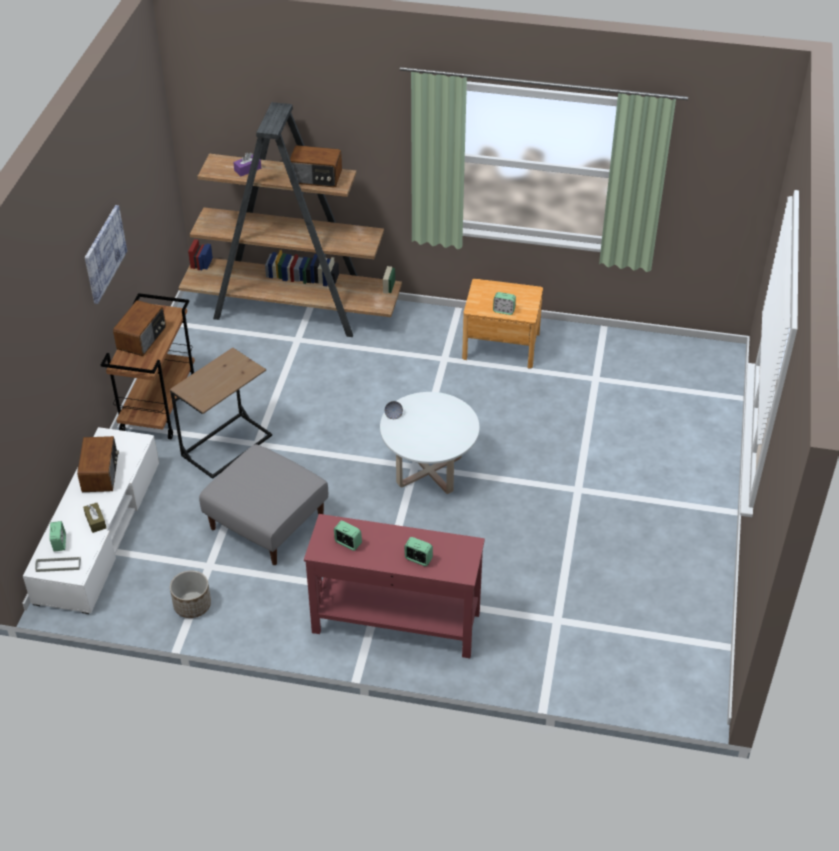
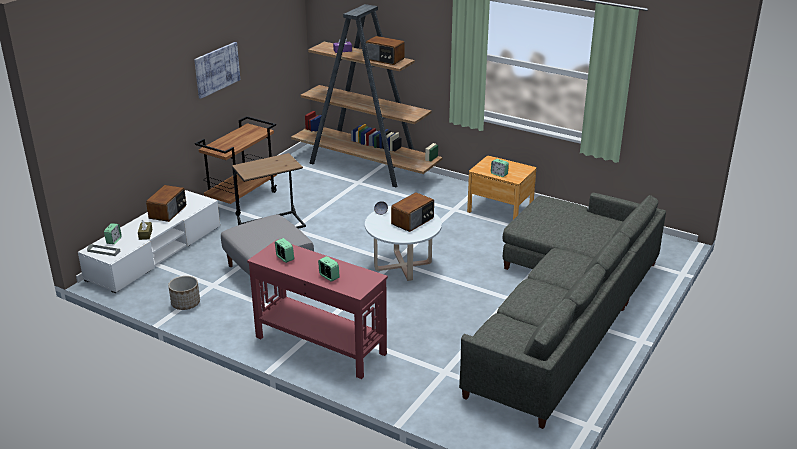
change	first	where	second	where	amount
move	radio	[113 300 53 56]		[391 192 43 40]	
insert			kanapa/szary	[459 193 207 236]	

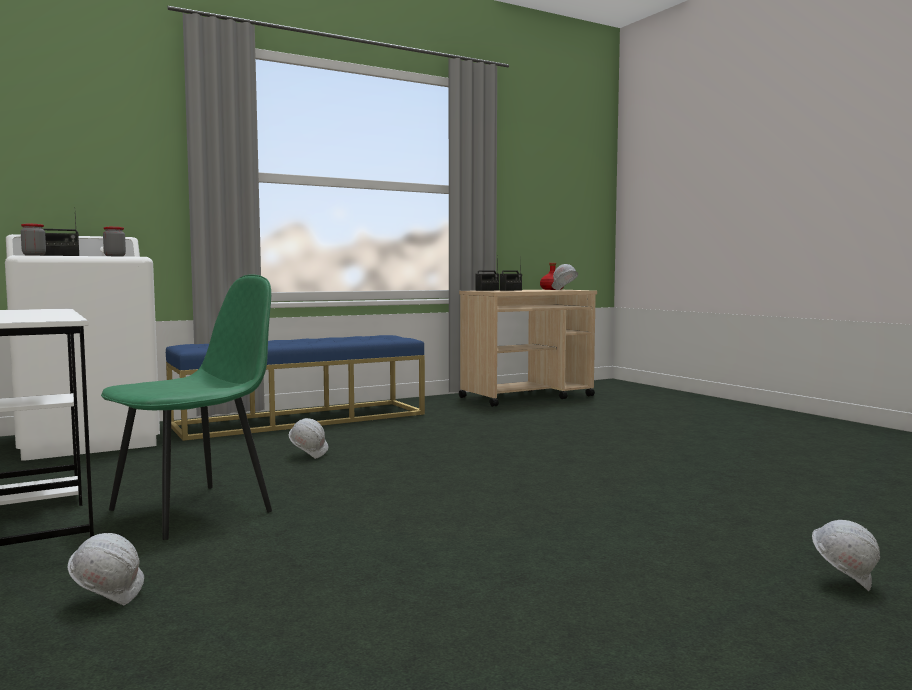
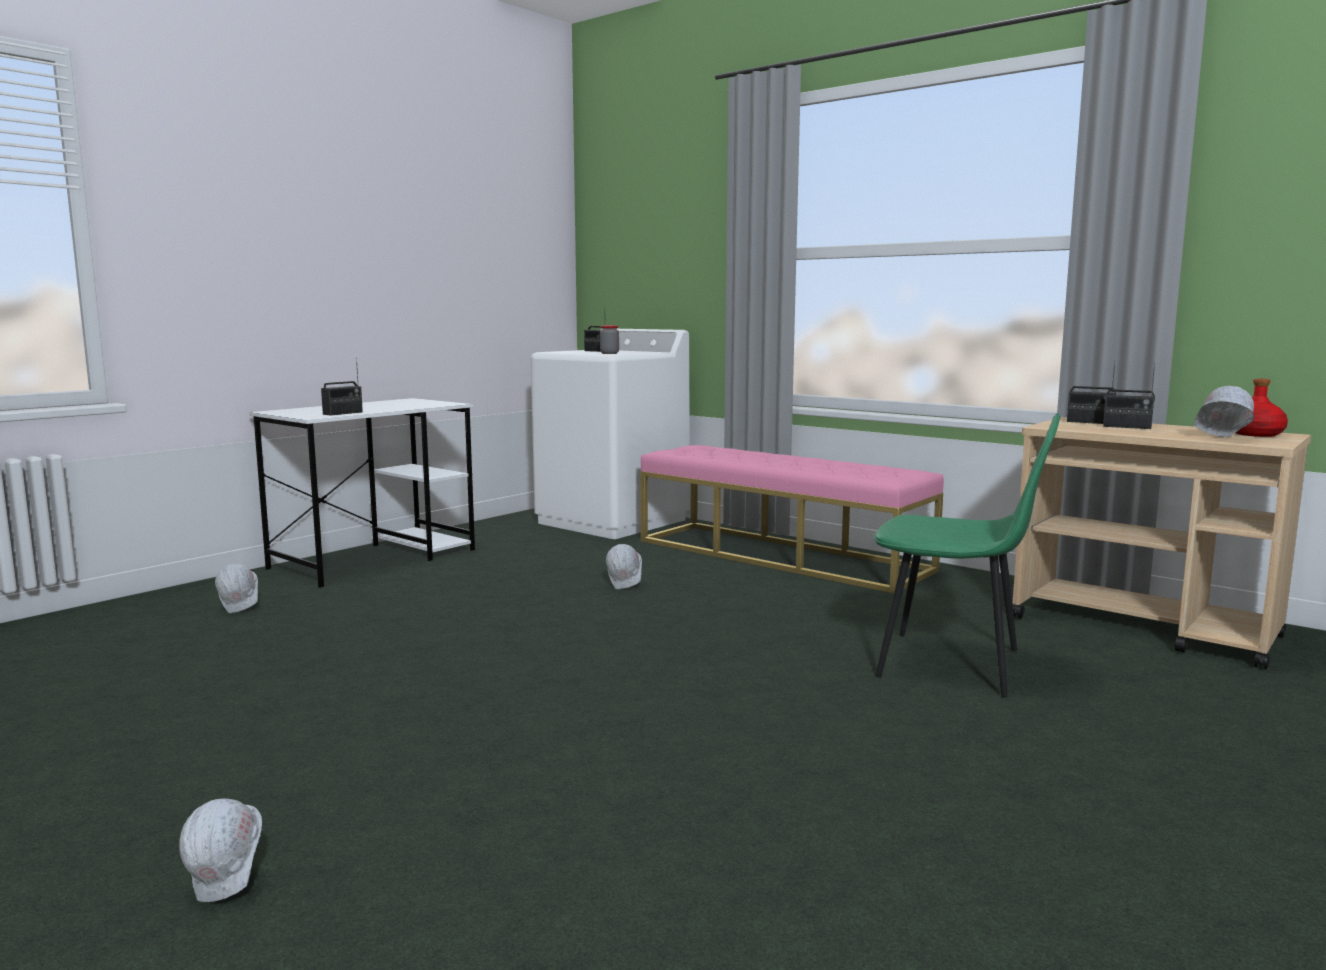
change	first	where	second	where	amount
insert			radio	[321 357 42 59]	
recolor	ławka/niebieski	[166 335 259 106]	ławka/różowy	[640 445 304 148]	
move	krzesło/zielony	[101 275 171 265]		[874 413 186 284]	
delete	słoik	[21 224 25 32]			

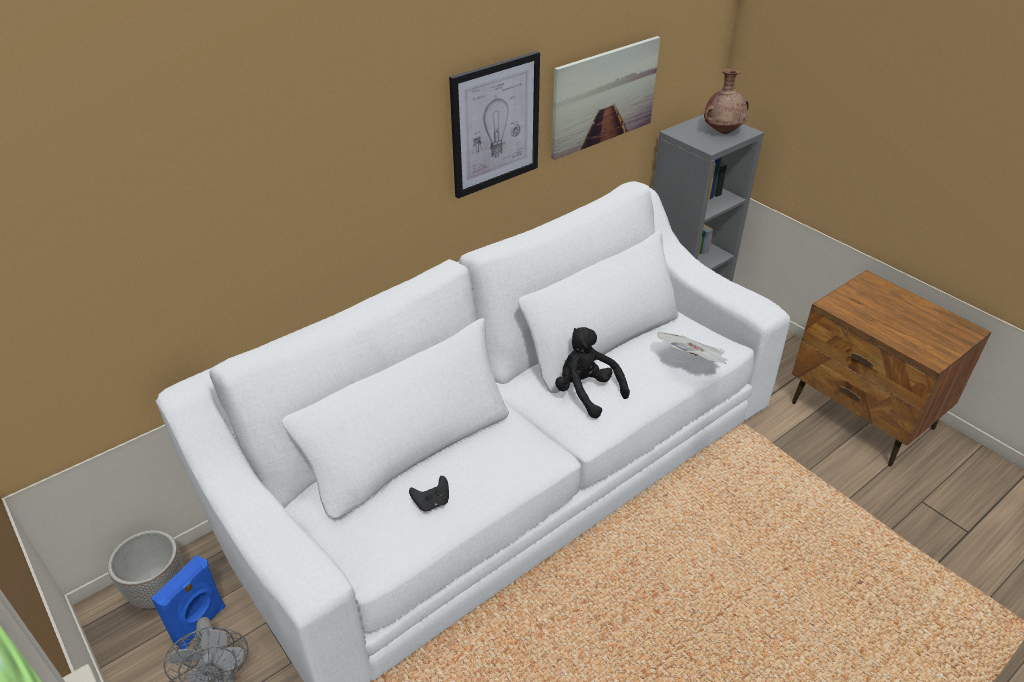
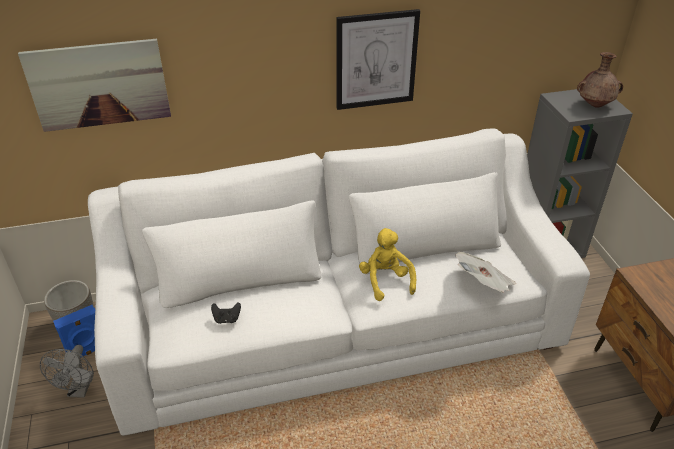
change	first	where	second	where	amount
move	obraz	[551 36 109 124]		[18 38 153 94]	
recolor	pluszak/czarny	[555 327 75 92]	pluszak/żółty	[359 228 57 73]	

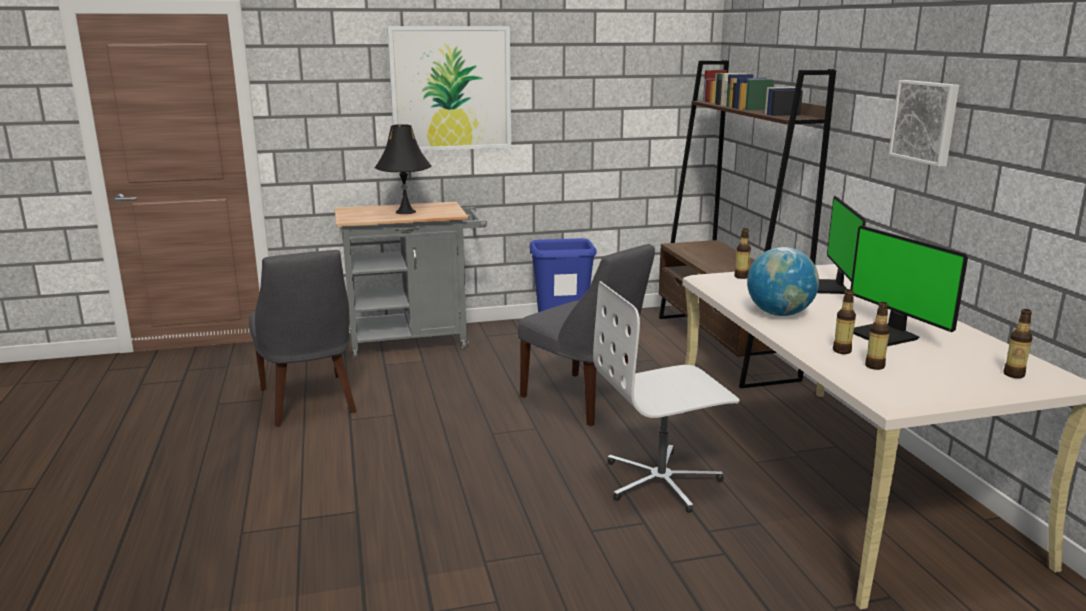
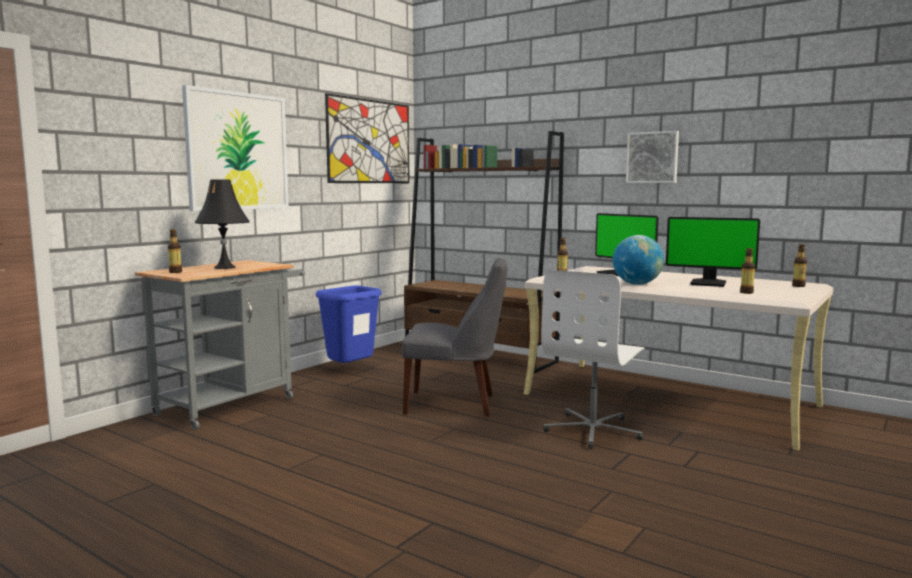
change	first	where	second	where	amount
move	butelka	[833 289 23 65]		[168 229 14 44]	
insert			obraz	[325 93 84 90]	
delete	krzesło/szary	[249 250 108 177]			

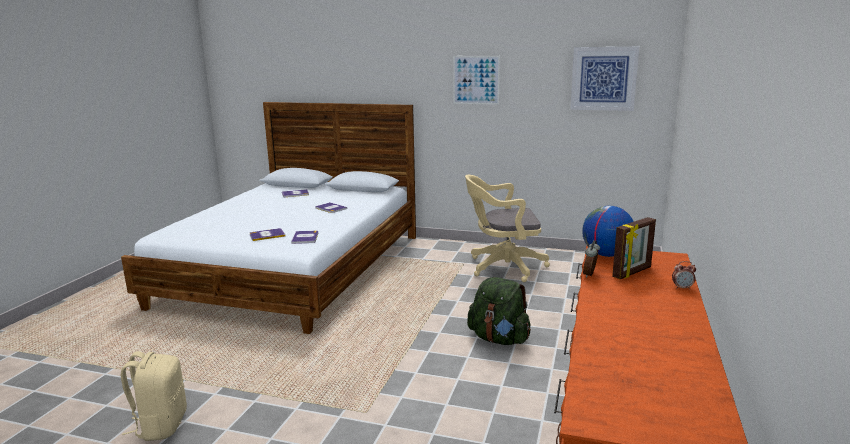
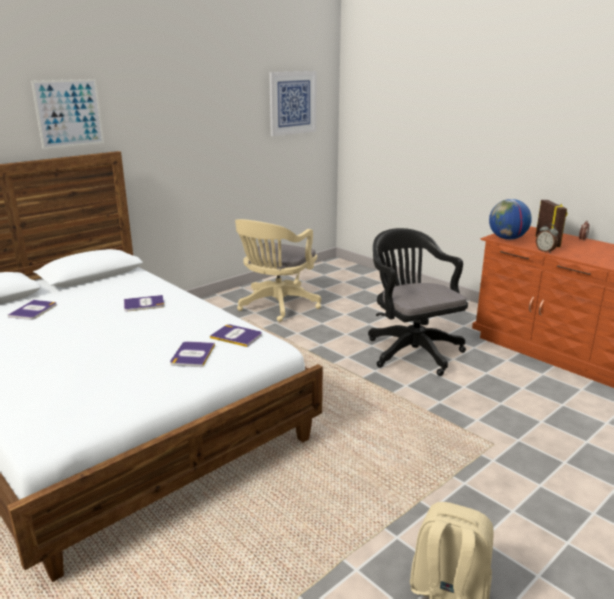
change	first	where	second	where	amount
move	obraz	[453 56 47 49]		[31 79 73 70]	
replace	plecak/zielony	[467 277 64 68]	krzesło biurowe/czarny	[368 228 100 148]	

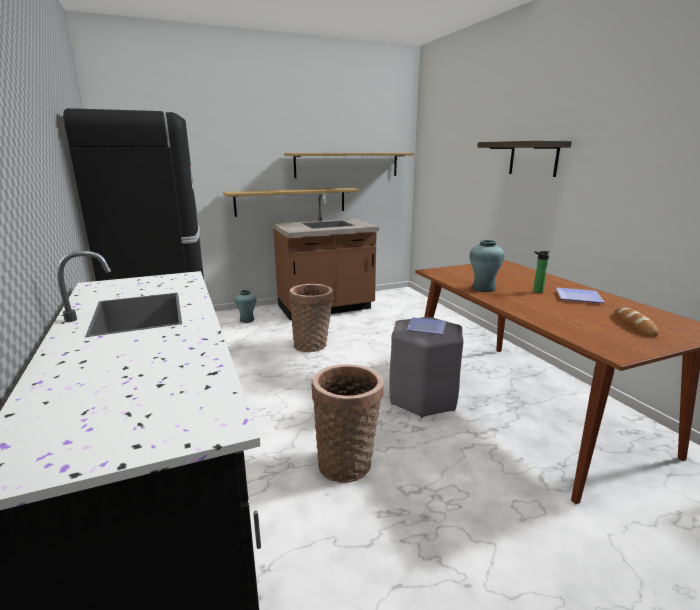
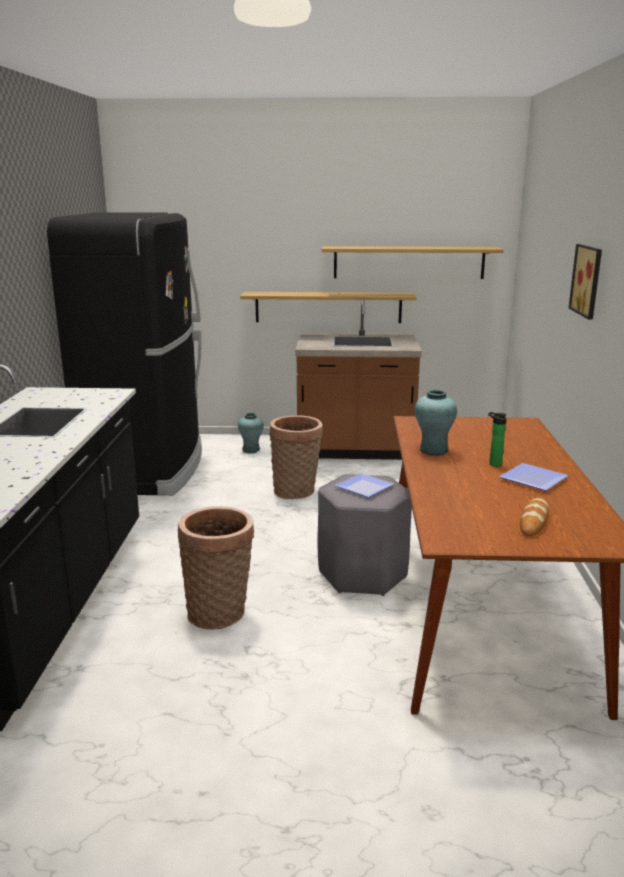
change	first	where	second	where	amount
replace	półka	[477 141 95 36]	obraz	[569 244 33 76]	

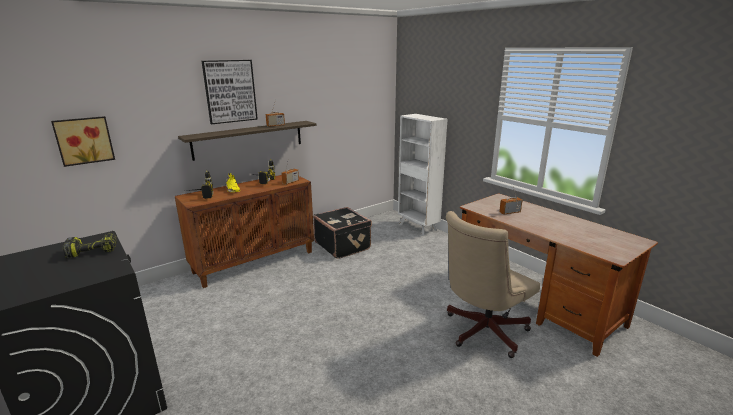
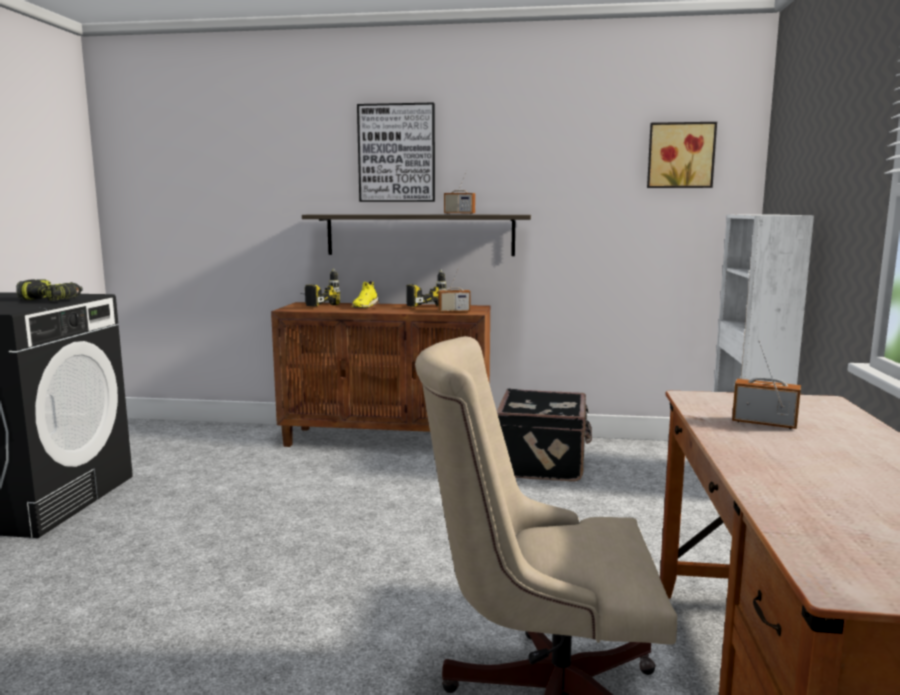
change	first	where	second	where	amount
move	obraz	[51 116 64 51]		[647 122 70 66]	

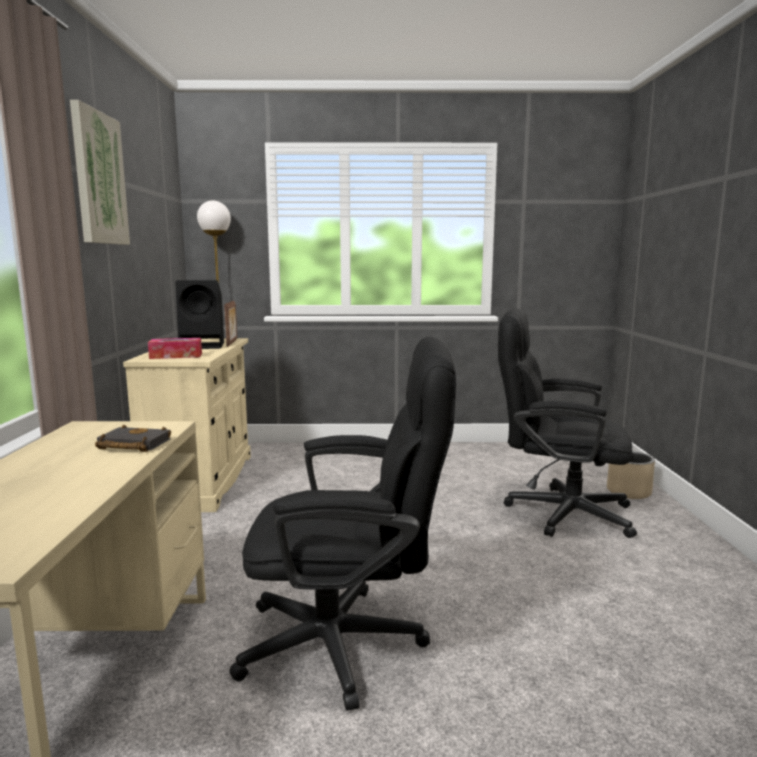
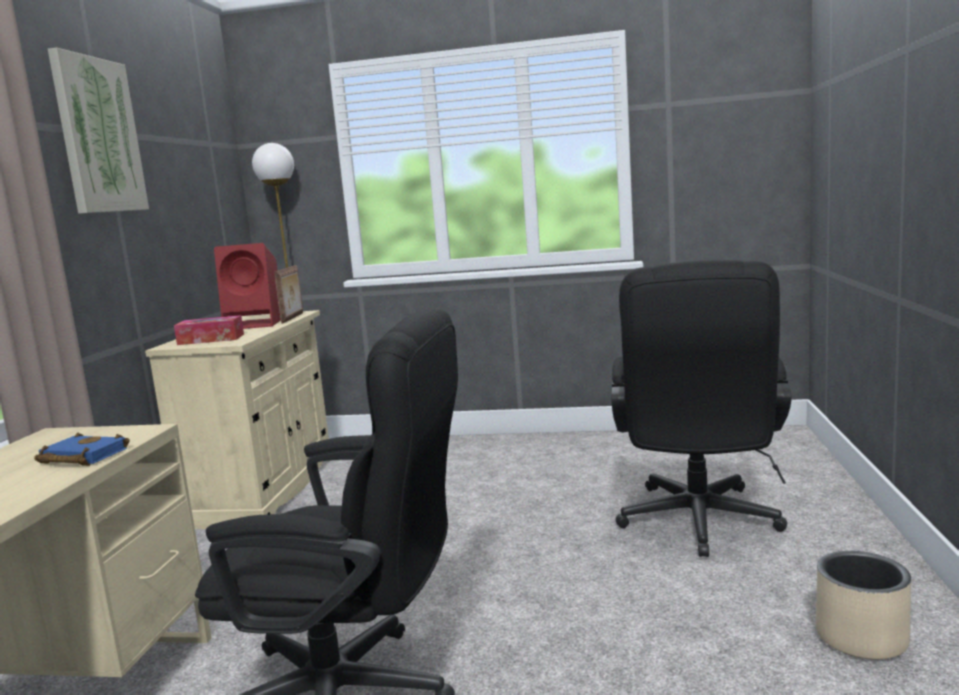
change	first	where	second	where	amount
recolor	książka/czarny	[95 425 76 27]	książka/niebieski	[34 433 96 33]	
recolor	głośnik/czarny	[175 280 49 69]	głośnik/czerwony	[214 243 67 86]	
rotate	krzesło biurowe/czarny	[498 308 139 230]		[611 260 181 297]	105 degrees counterclockwise
move	donica/beżowy	[607 451 48 48]		[816 551 95 109]	

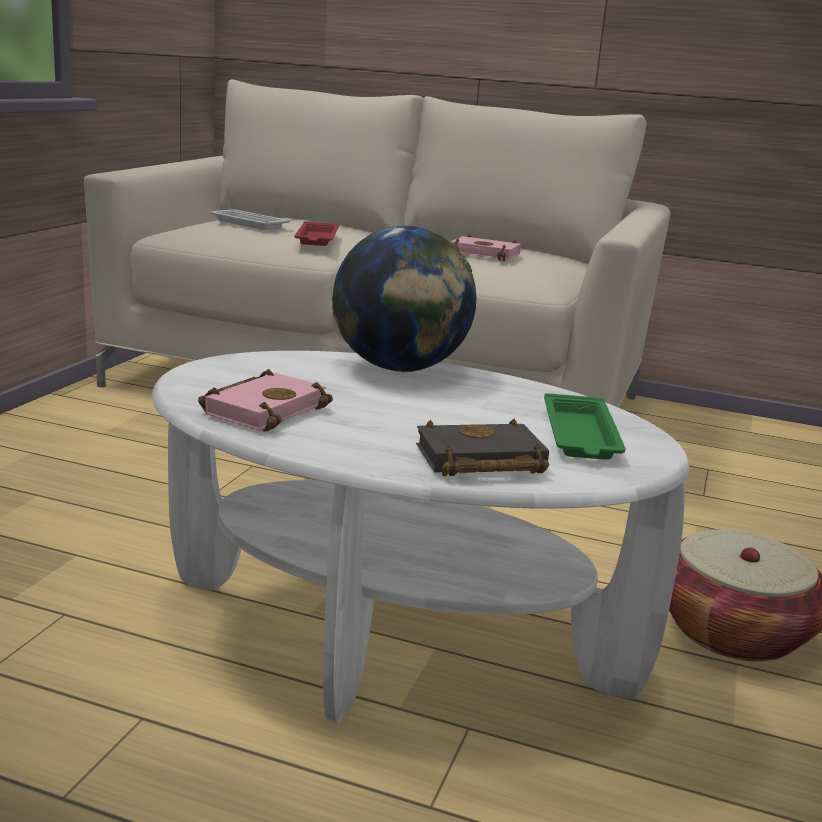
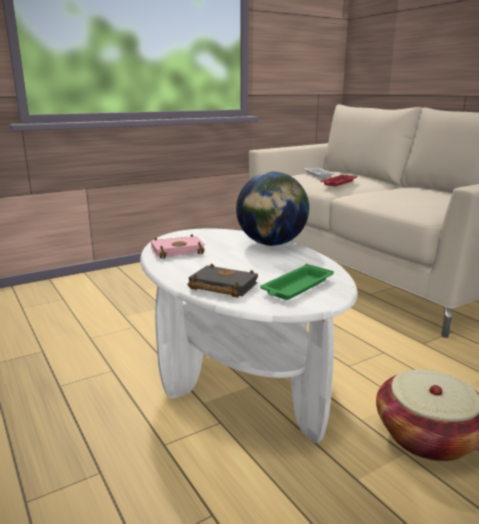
change	first	where	second	where	amount
delete	książka/różowy	[450 233 71 28]			

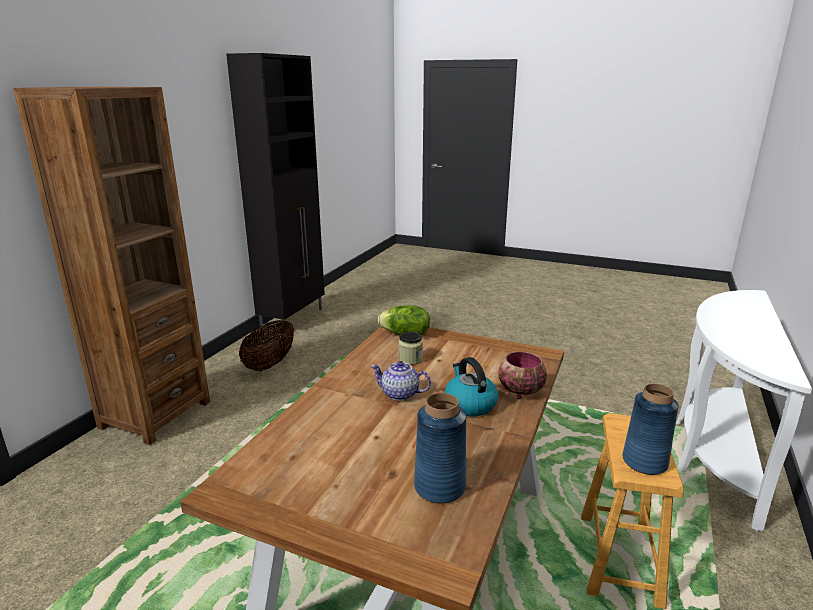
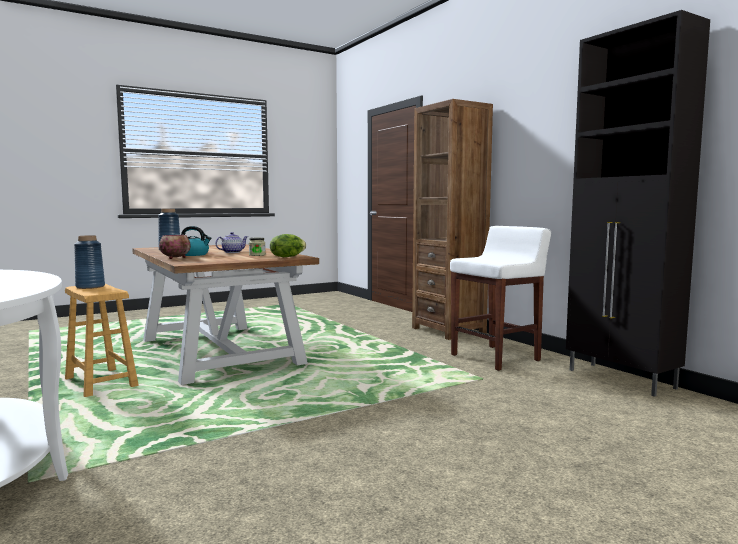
change	first	where	second	where	amount
replace	koszyk	[239 320 55 51]	stołek/biały	[450 226 101 145]	

